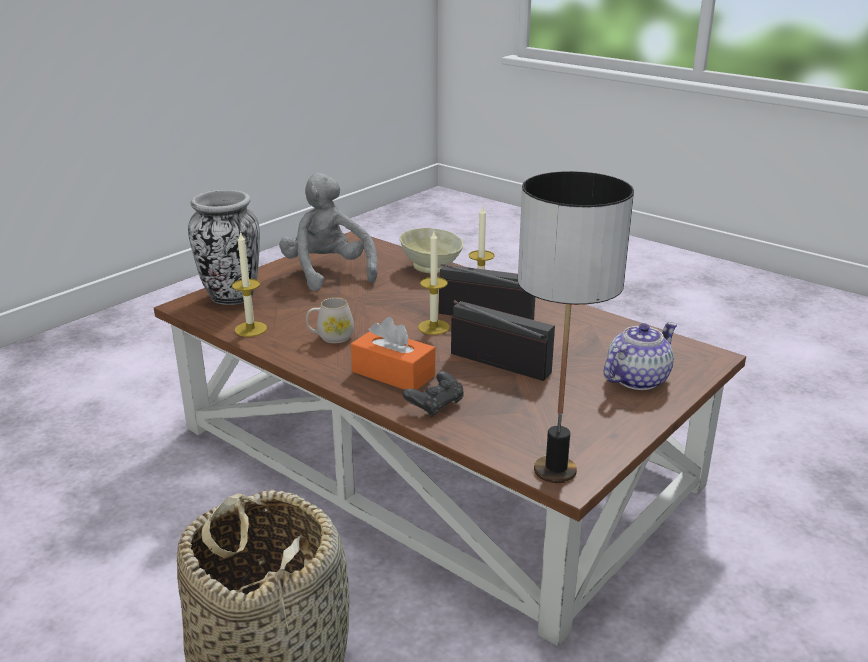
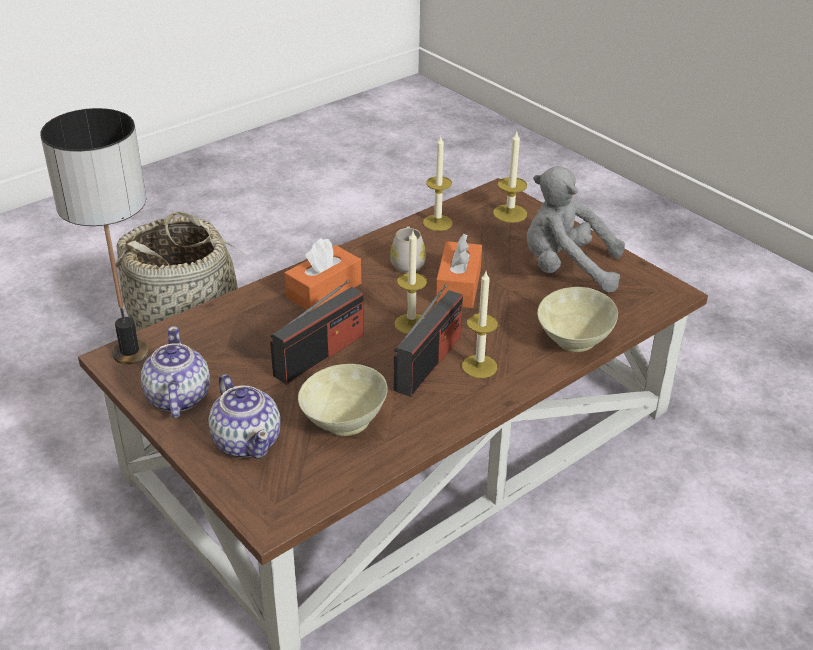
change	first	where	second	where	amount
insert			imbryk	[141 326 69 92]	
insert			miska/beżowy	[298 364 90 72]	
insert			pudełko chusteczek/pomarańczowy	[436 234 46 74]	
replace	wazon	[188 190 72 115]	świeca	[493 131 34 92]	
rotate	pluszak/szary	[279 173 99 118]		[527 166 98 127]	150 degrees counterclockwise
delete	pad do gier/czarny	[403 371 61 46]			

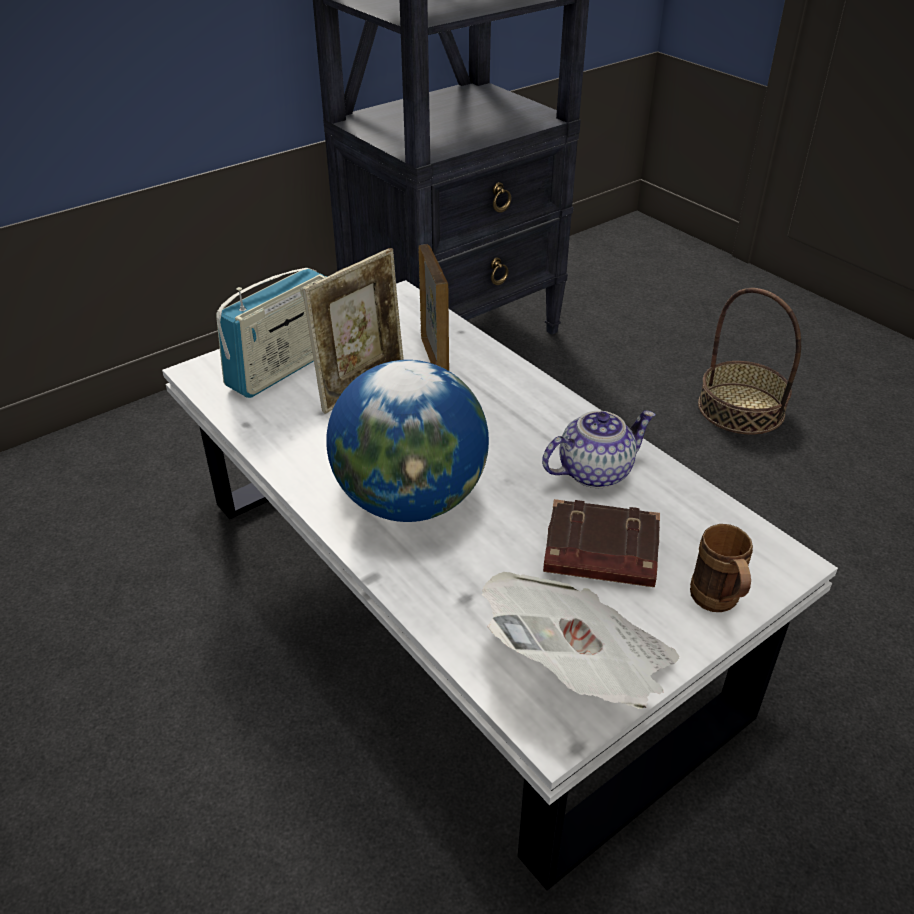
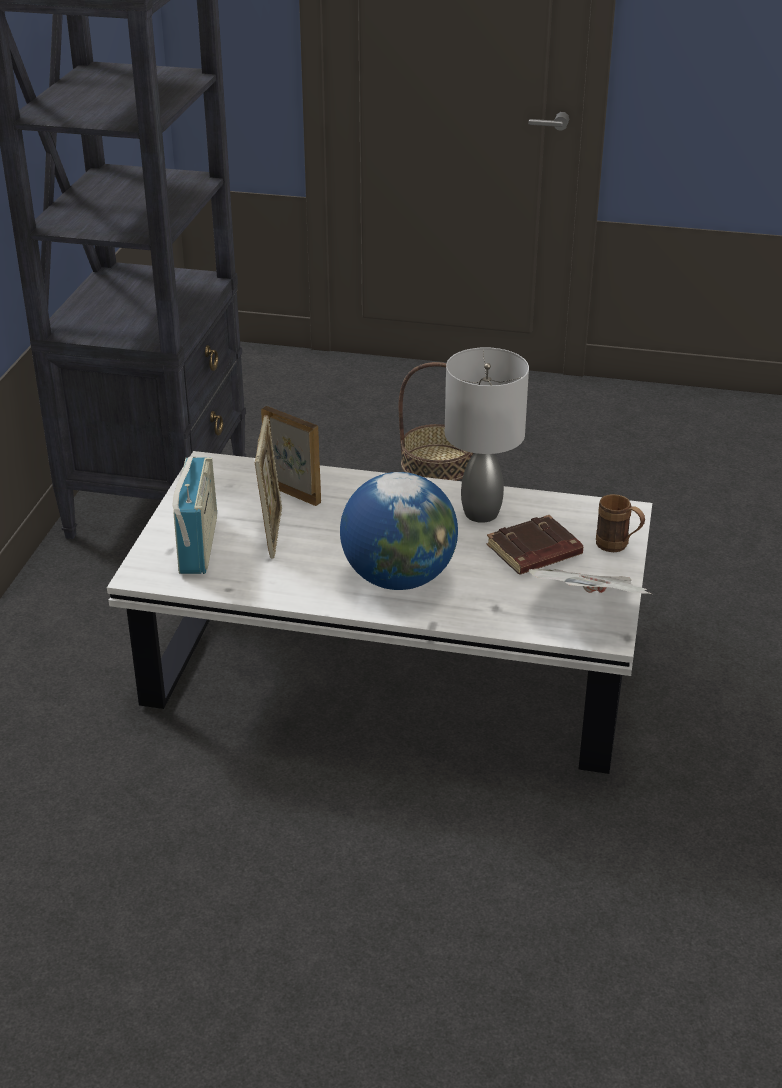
change	first	where	second	where	amount
replace	imbryk	[542 410 114 78]	lampa stołowa/szary	[445 347 84 176]	

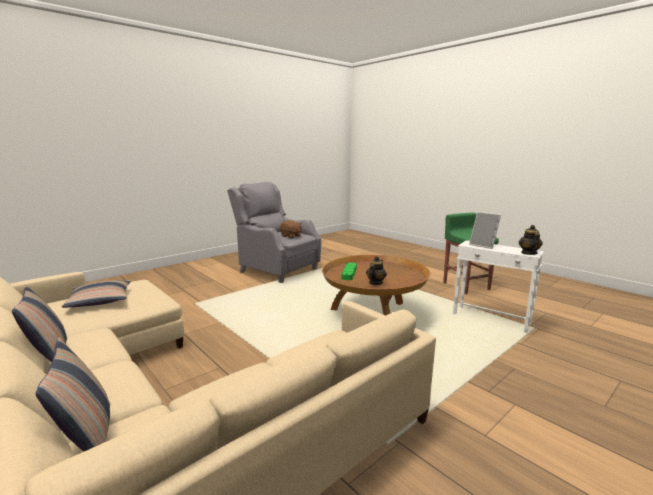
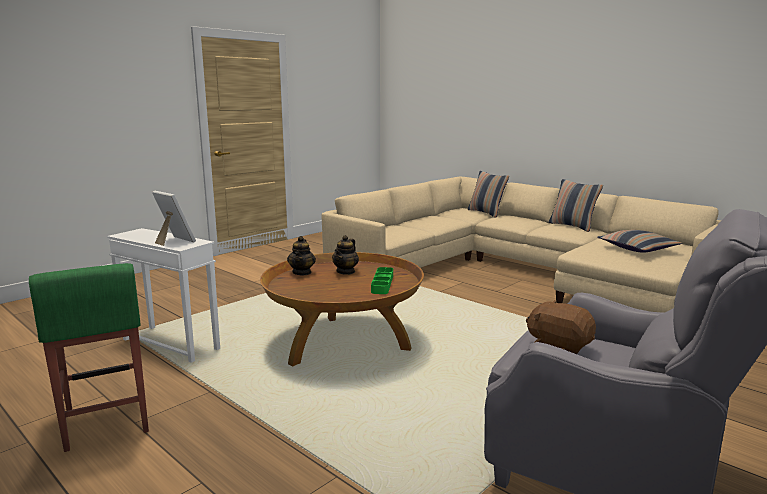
change	first	where	second	where	amount
move	imbryk	[519 225 24 30]		[287 236 29 39]	

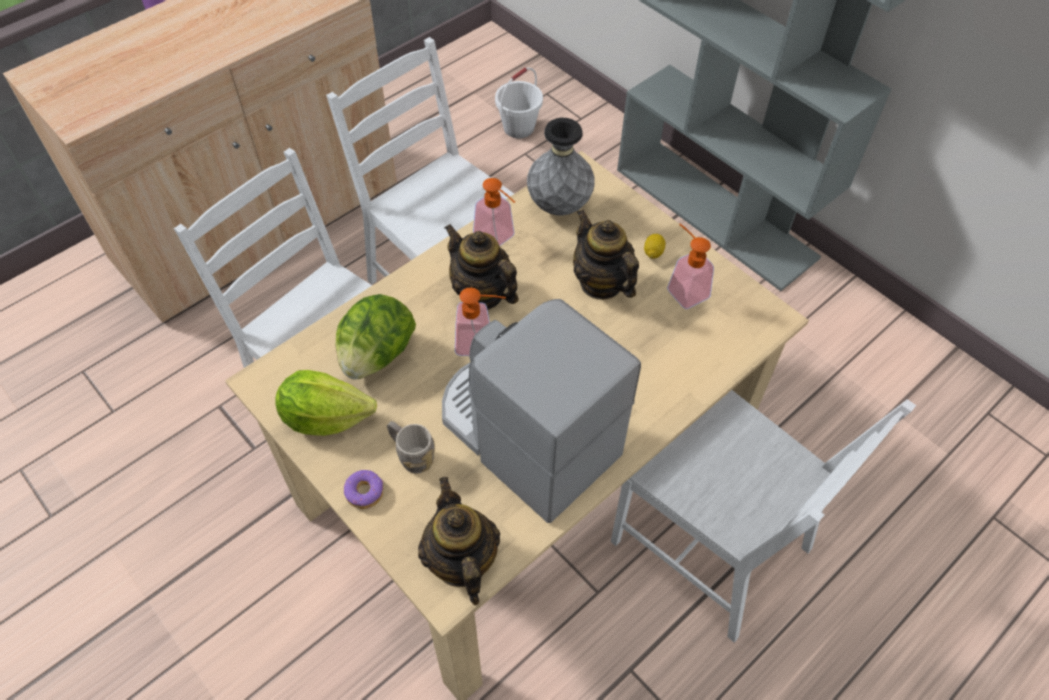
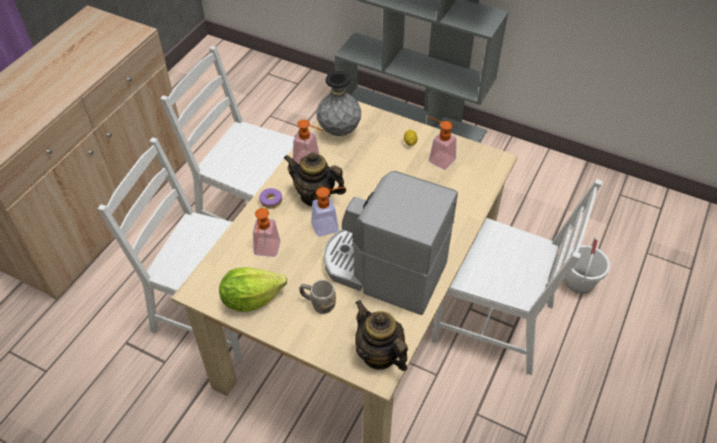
change	first	where	second	where	amount
replace	sałata	[336 294 80 85]	dozownik mydła	[253 208 28 49]	
move	donut	[344 470 39 39]		[259 188 23 20]	
move	wiadro/biały	[495 68 48 71]		[566 237 44 57]	
delete	imbryk	[573 209 66 91]			

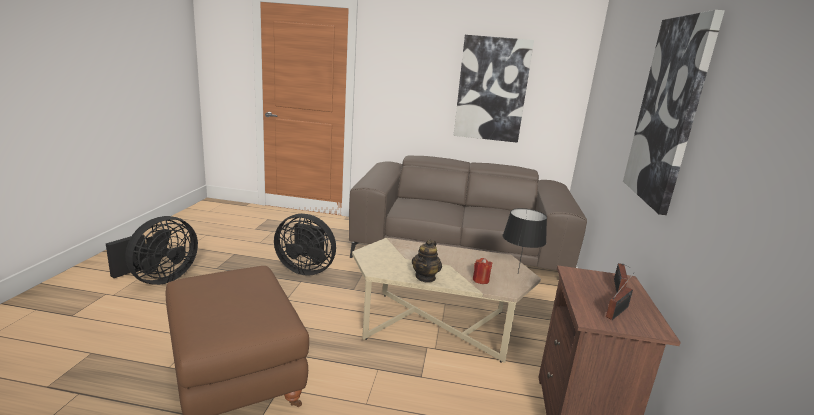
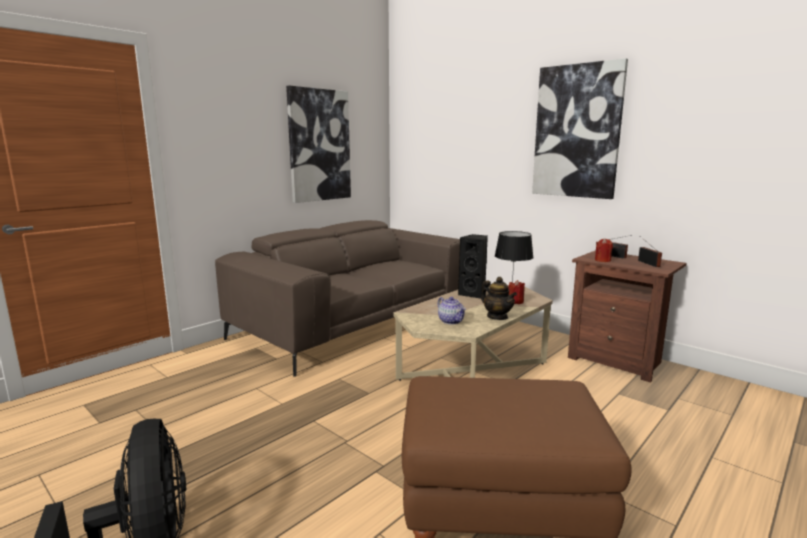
change	first	where	second	where	amount
insert			imbryk	[437 297 29 28]	
insert			głośnik/czarny	[458 234 30 65]	
insert			świeca/czerwony	[595 238 18 24]	
delete	wentylator/czarny	[274 214 62 62]			

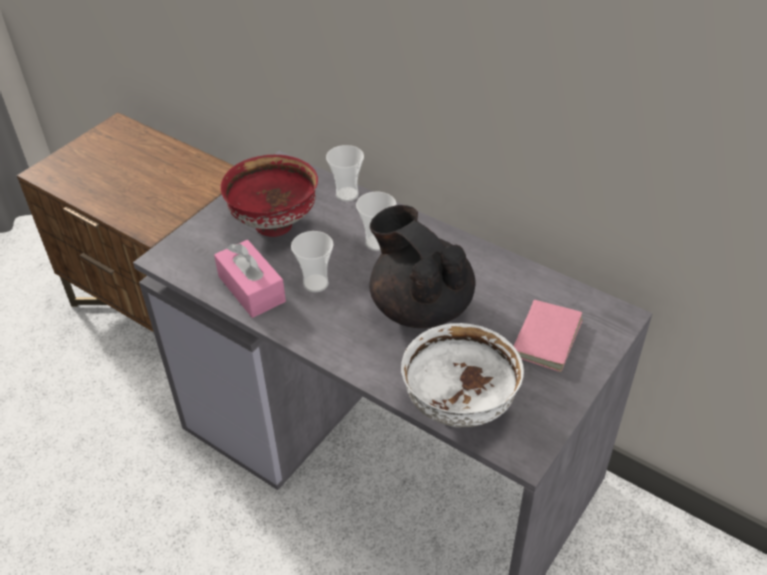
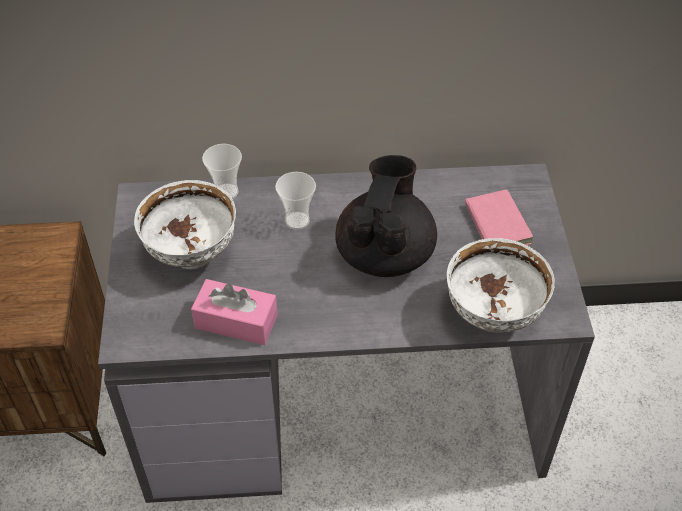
change	first	where	second	where	amount
recolor	miska/czerwony	[221 155 97 82]	miska/biały	[134 180 102 89]	
rotate	imbryk/czarny	[369 205 107 123]		[335 155 102 122]	90 degrees clockwise
delete	filiżanka	[291 231 43 61]			

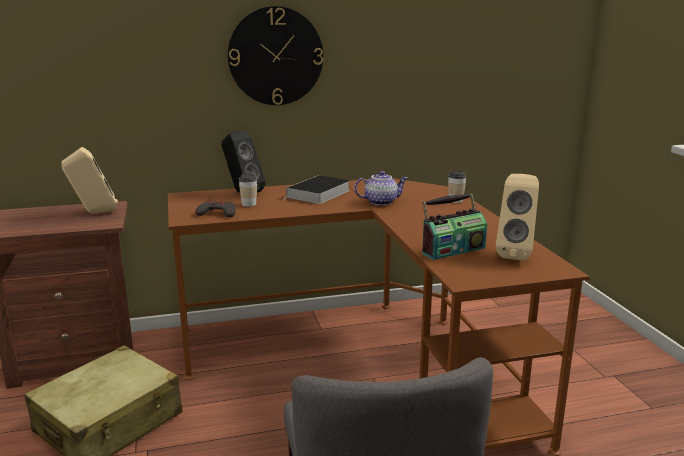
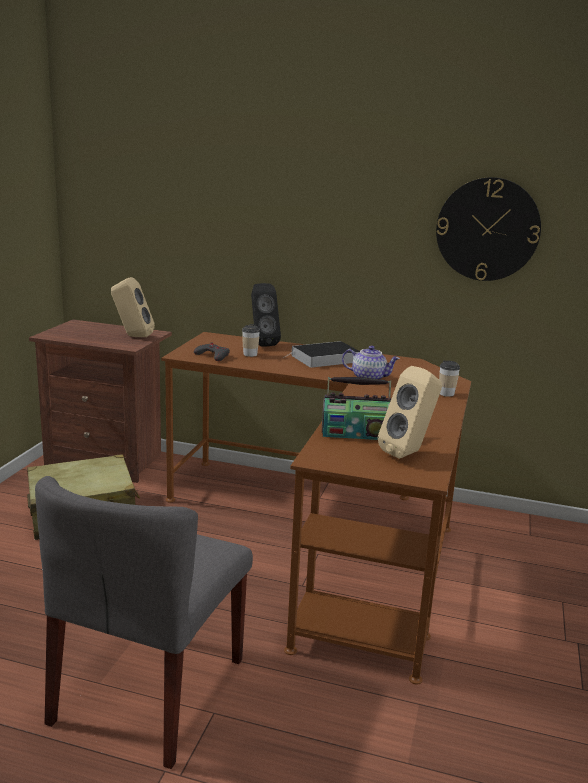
change	first	where	second	where	amount
move	zegar ścienny	[228 6 95 99]		[436 177 105 104]	

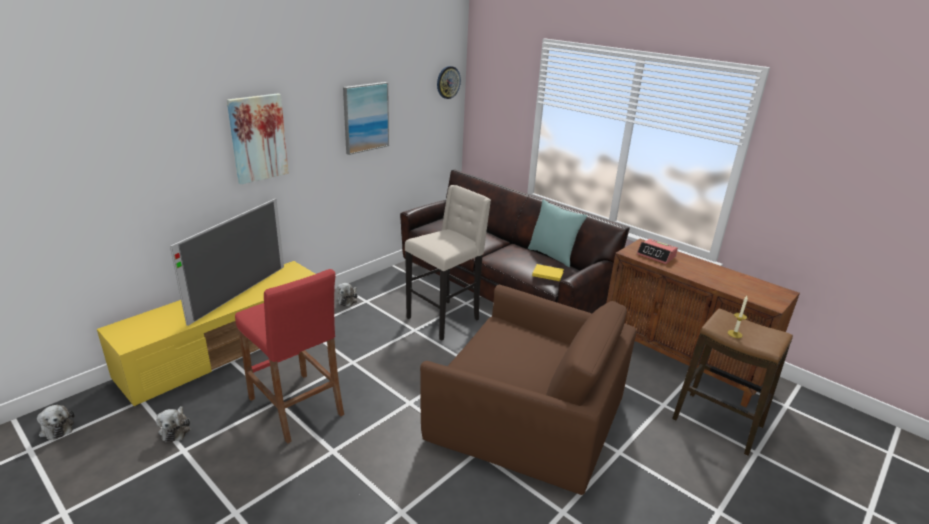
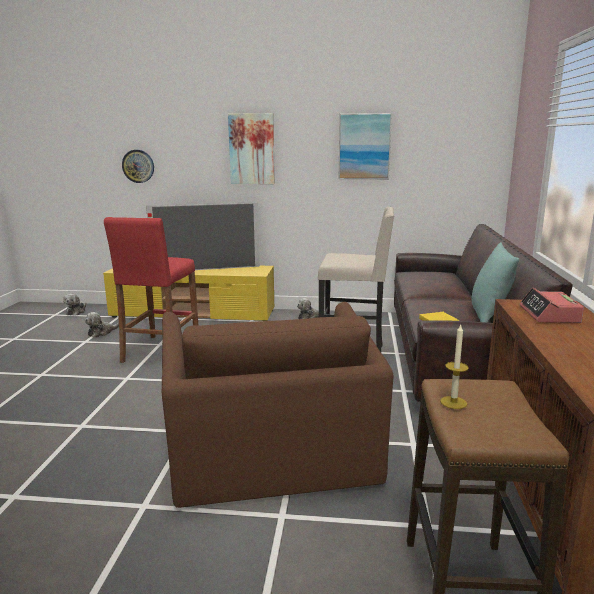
change	first	where	second	where	amount
move	zegar ścienny	[437 66 24 33]		[122 150 32 33]	

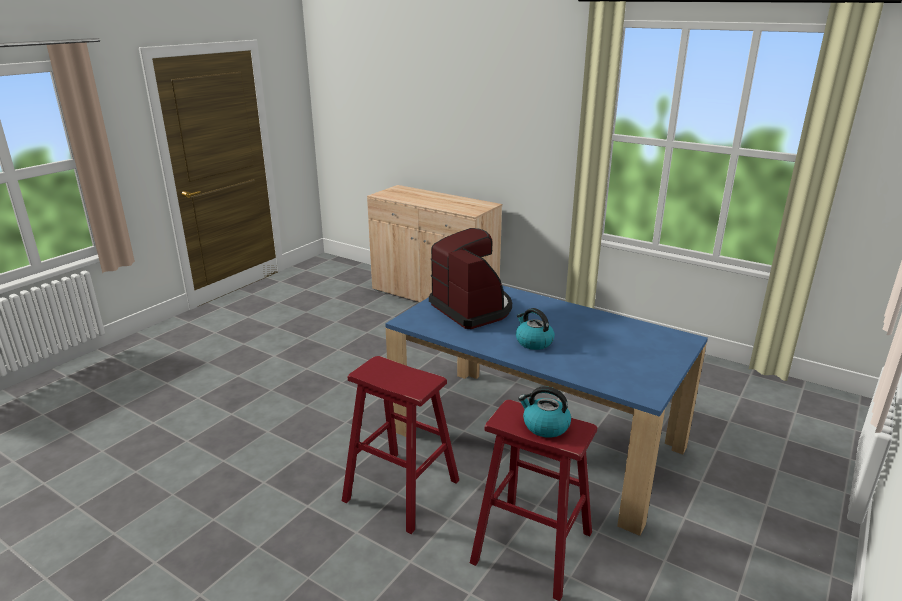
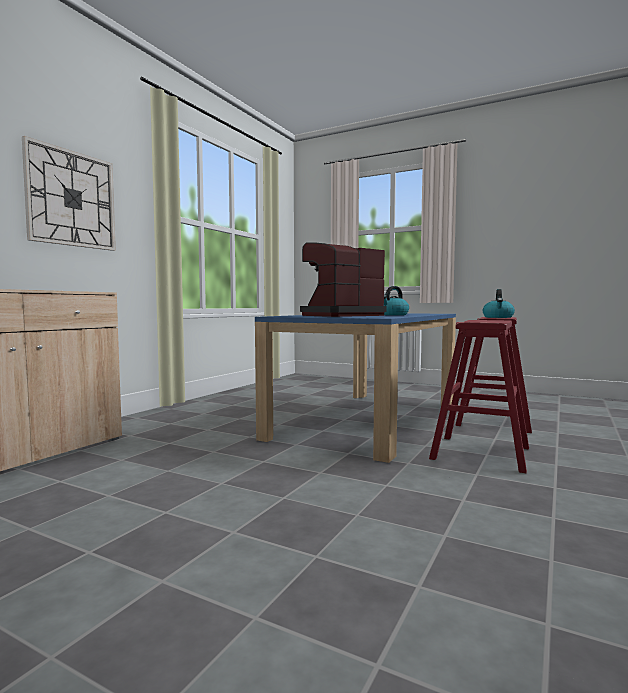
change	first	where	second	where	amount
insert			zegar ścienny	[22 136 94 115]	

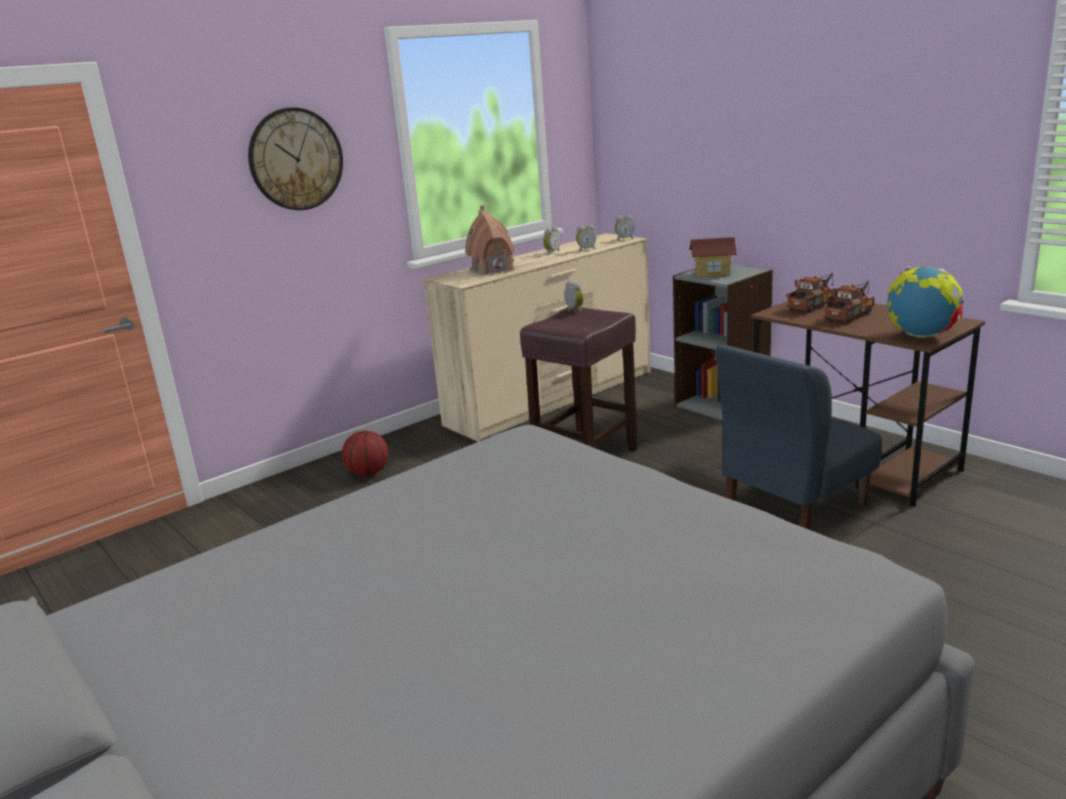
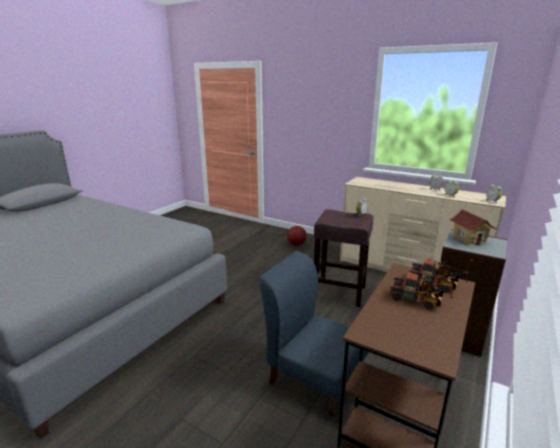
change	first	where	second	where	amount
delete	zegar ścienny	[248 107 95 103]			
delete	domek	[465 205 51 70]			
delete	globus	[887 266 77 72]			

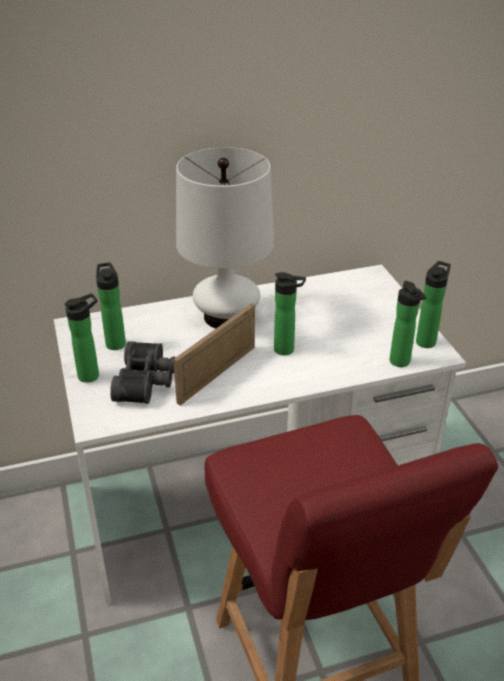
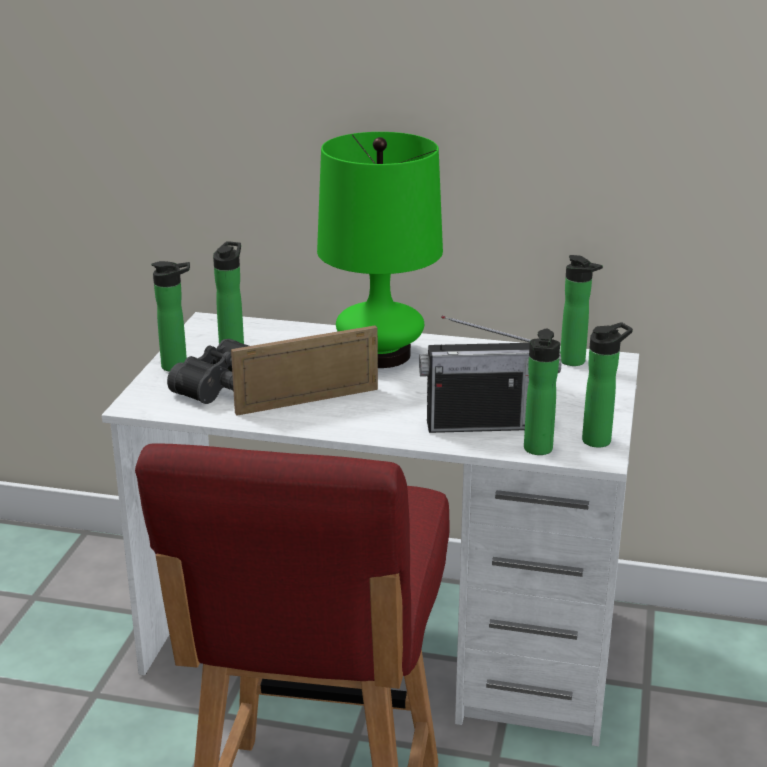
change	first	where	second	where	amount
recolor	lampa stołowa/biały	[176 147 98 182]	lampa stołowa/zielony	[317 132 126 236]	
insert			radio	[419 316 142 117]	
move	butelka	[274 272 32 83]		[560 255 43 111]	

